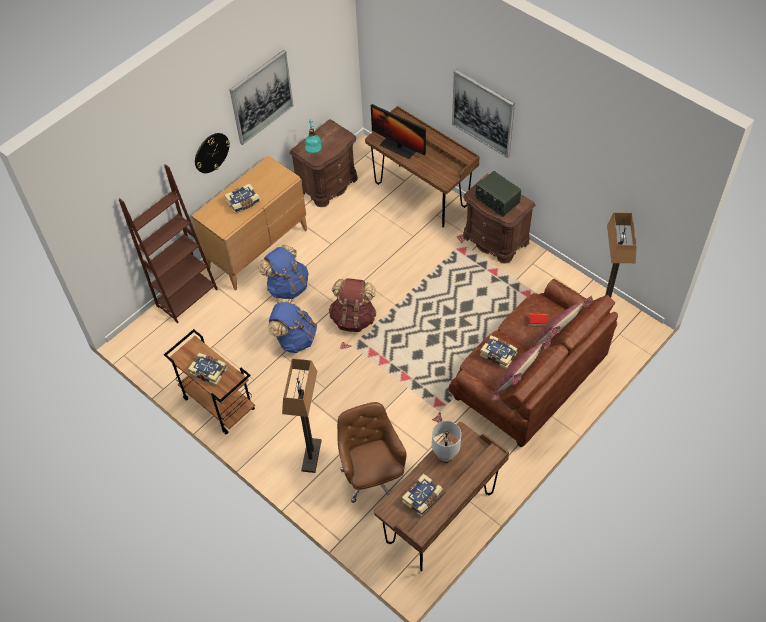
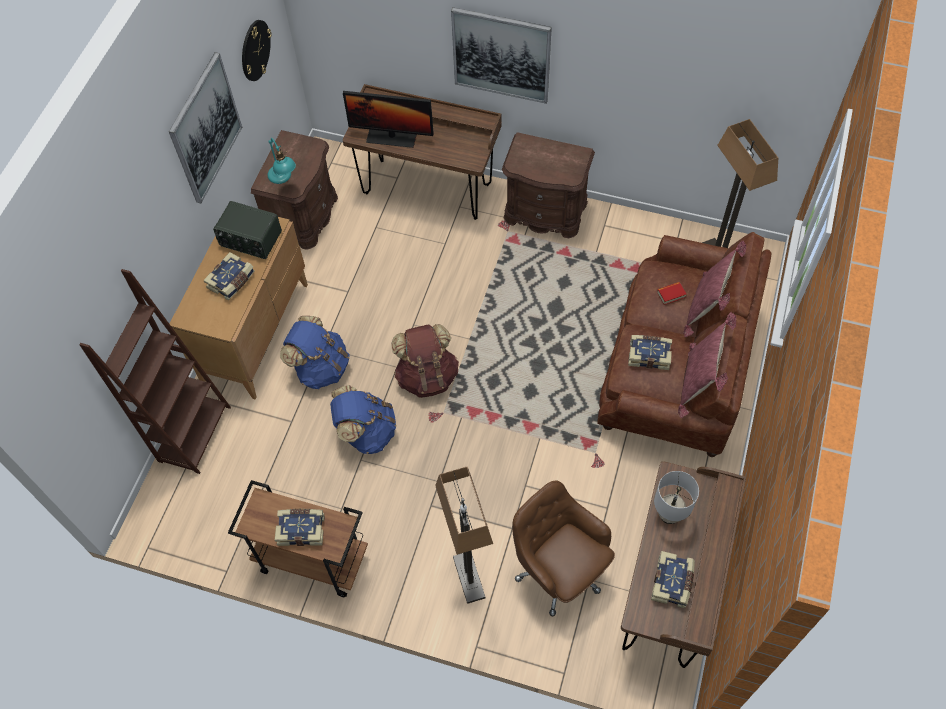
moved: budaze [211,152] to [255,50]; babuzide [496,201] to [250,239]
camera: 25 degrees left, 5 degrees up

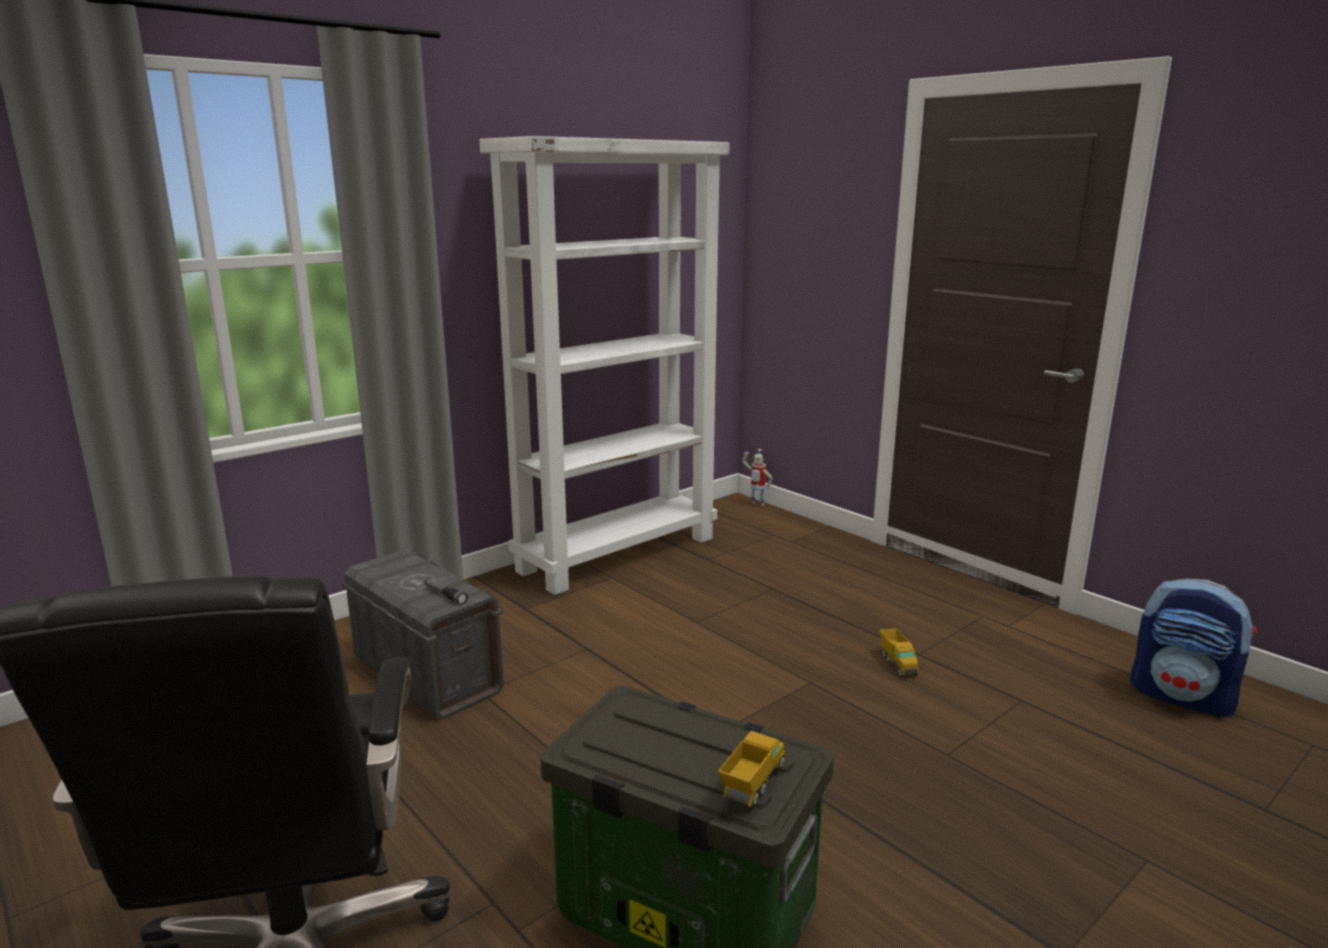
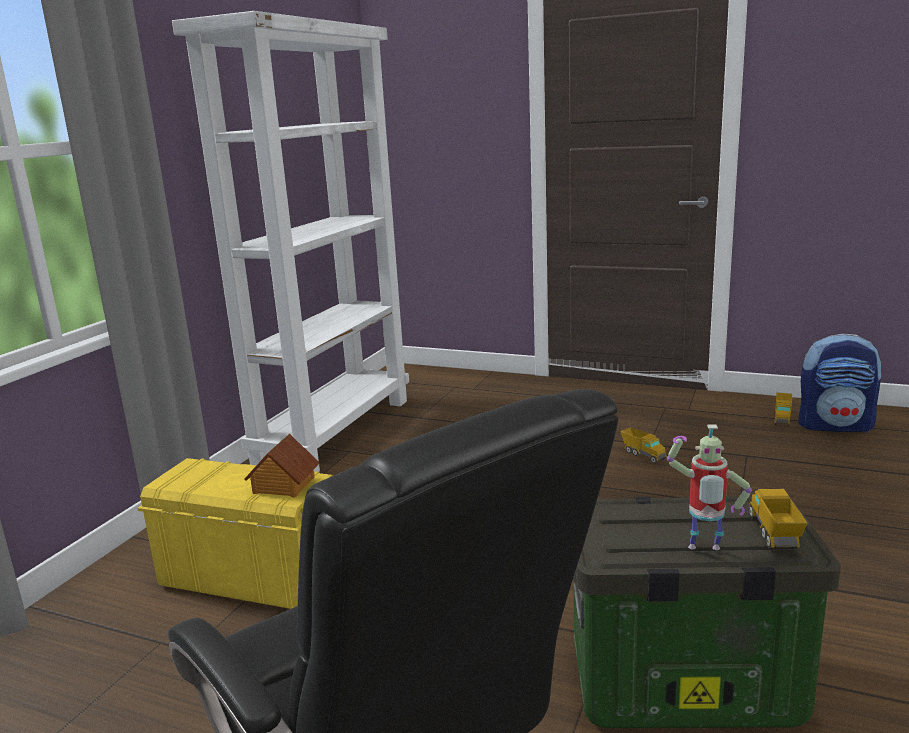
added: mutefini [782,418]
moved: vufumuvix [757,504] to [703,550]
replaced: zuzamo [445,595] to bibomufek [283,485]
recoloured: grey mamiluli [427,674] to yellow mamiluli [252,579]
camera: 25 degrees left, 0 degrees up

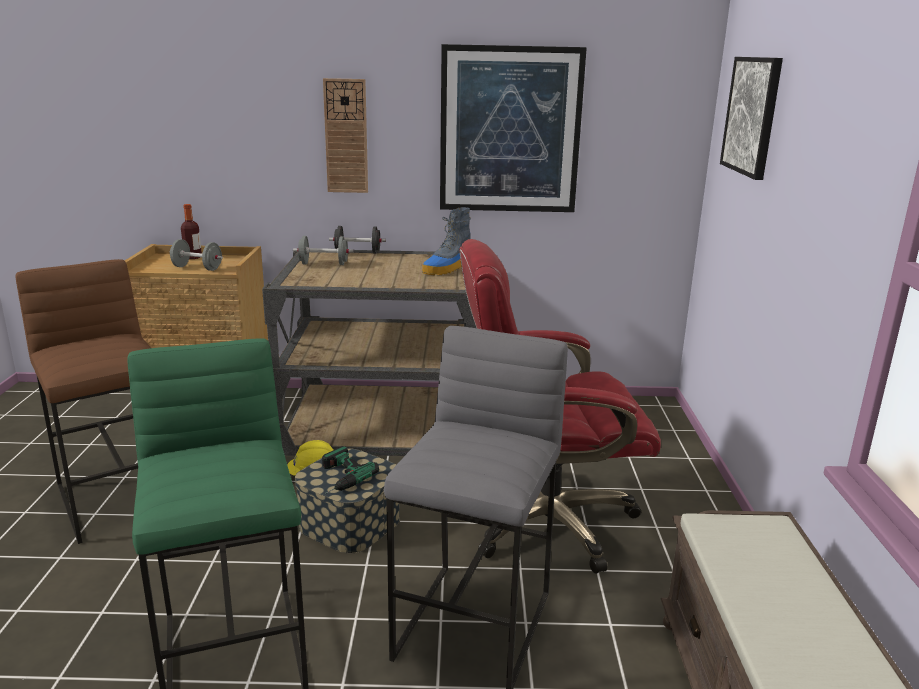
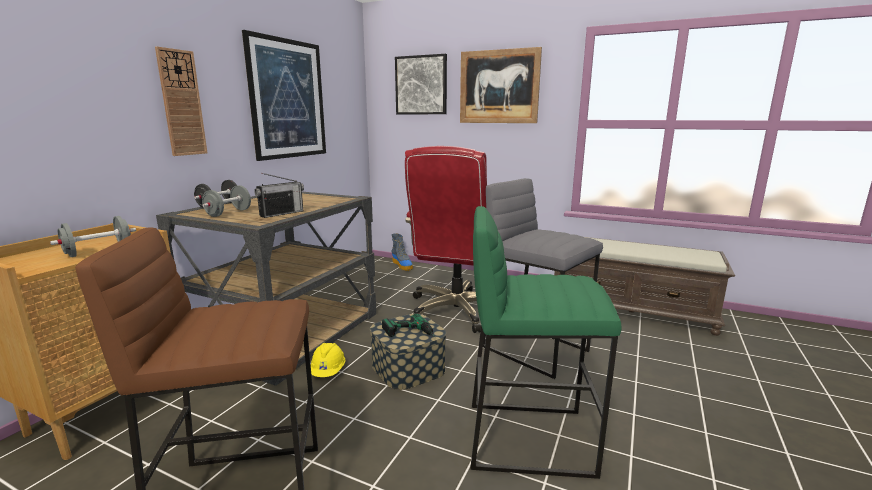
removed: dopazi [193,257]
added: babuzide [281,213]; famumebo [499,87]
moved: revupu [448,268] to [402,265]
camera: 65 degrees left, 5 degrees down

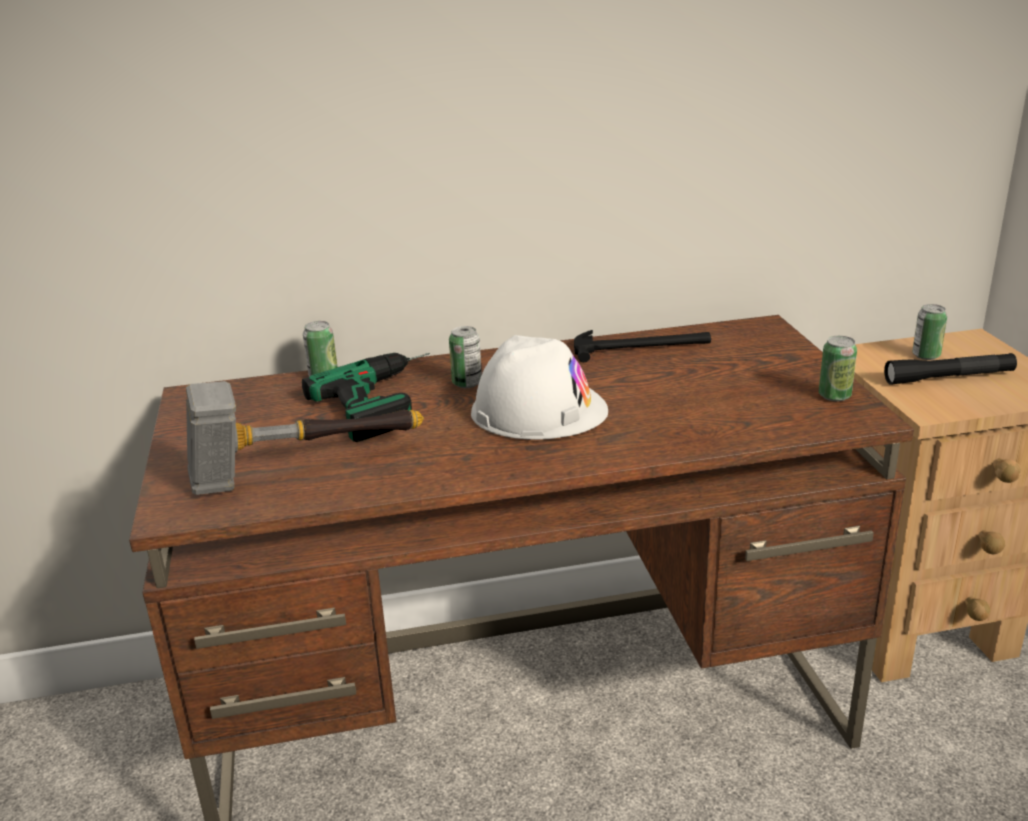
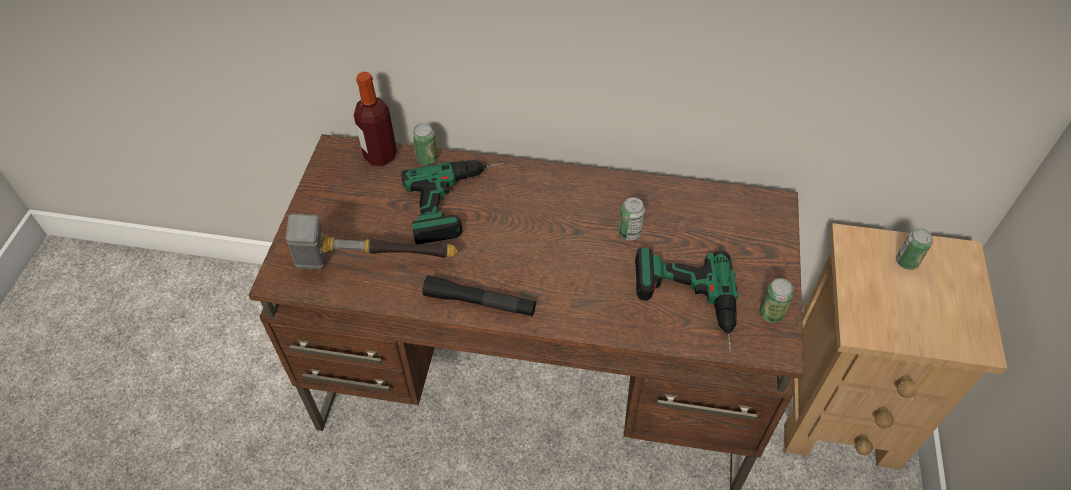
removed: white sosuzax [538,410]; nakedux [641,347]
added: dopazi [380,156]; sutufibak [686,306]
moved: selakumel [467,383] to [629,233]; black zuzamo [949,378] to [479,302]
camera: 20 degrees right, 25 degrees up

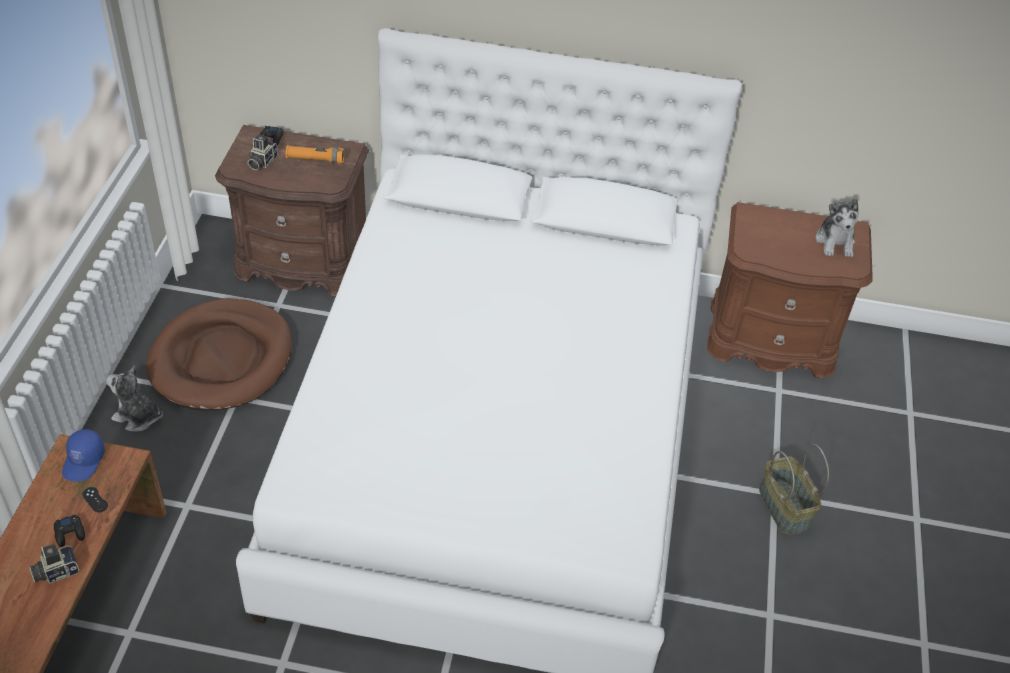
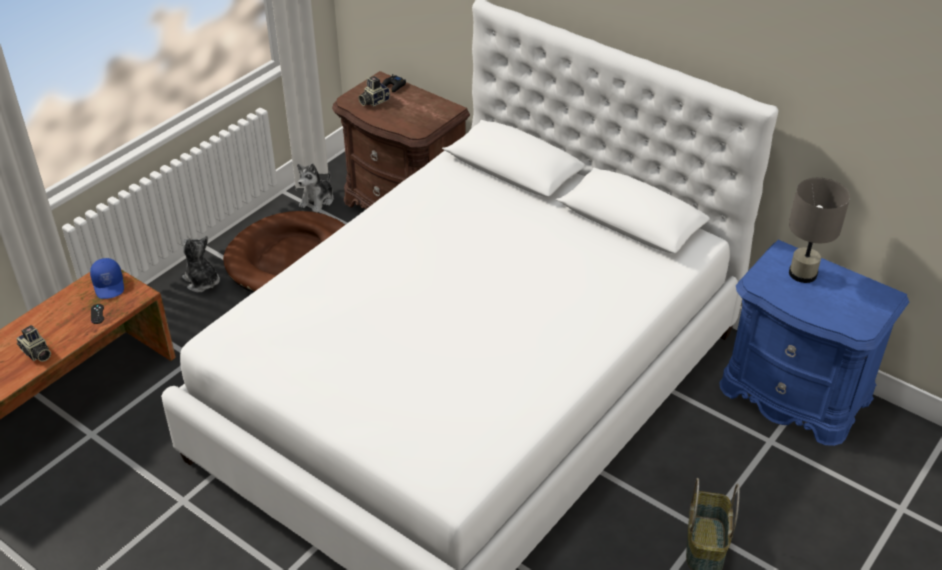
removed: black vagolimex [70,533]; orange zuzamo [315,160]
added: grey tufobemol [803,273]
moved: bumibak [835,242] to [317,200]
recoloured: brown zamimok [772,342] to blue zamimok [792,396]
turned: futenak [56,571] = [36,353] 135 degrees counterclockwise; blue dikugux [84,461] = [109,285] 60 degrees counterclockwise
camera: 30 degrees right, 5 degrees down

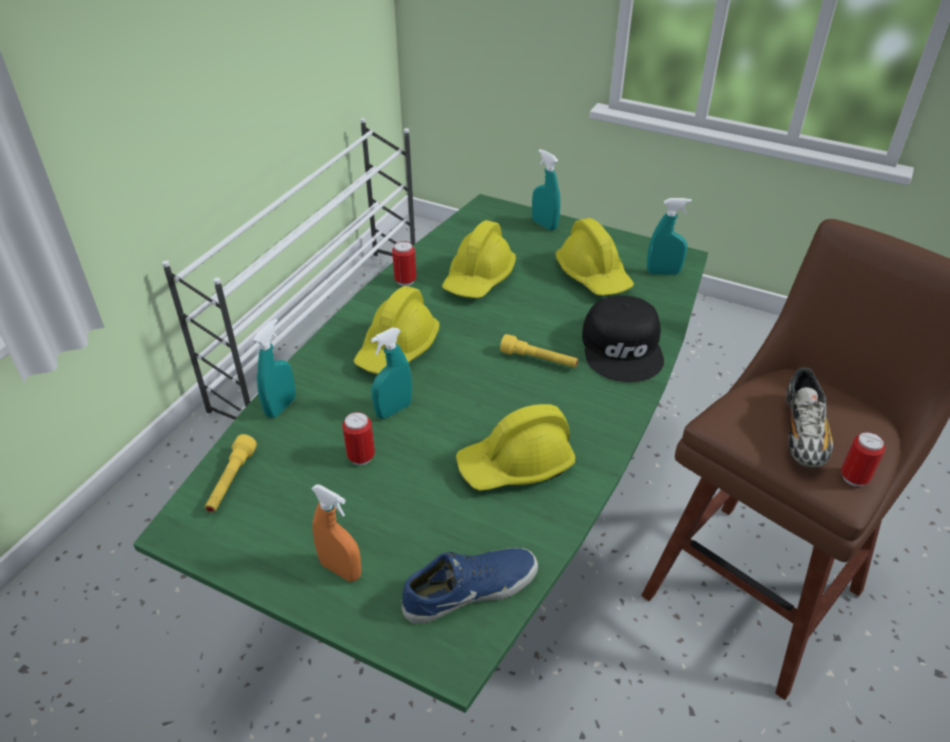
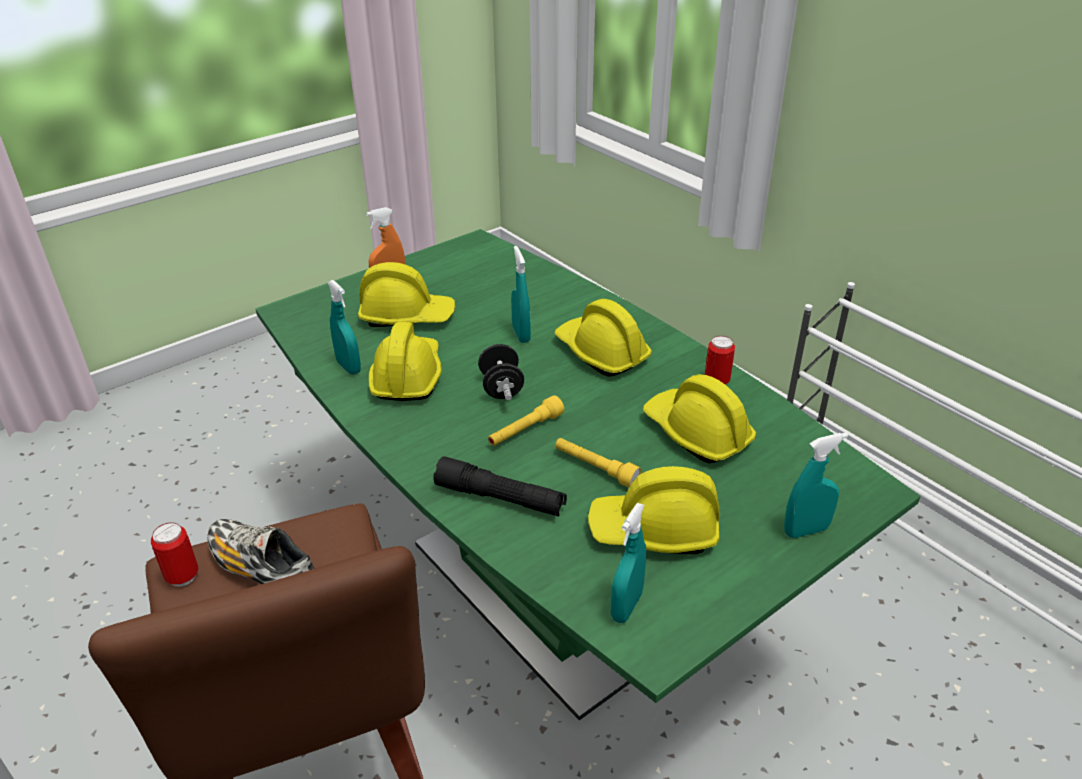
removed: selakumel [361,457]; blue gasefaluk [469,588]
added: yellow sosuzax [407,316]; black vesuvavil [501,388]
moved: yellow zuzamo [231,481] to [595,468]; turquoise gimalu [281,407] to [348,367]
replaced: black dikugux [623,348] to black zuzamo [500,498]
camera: 115 degrees right, 5 degrees down

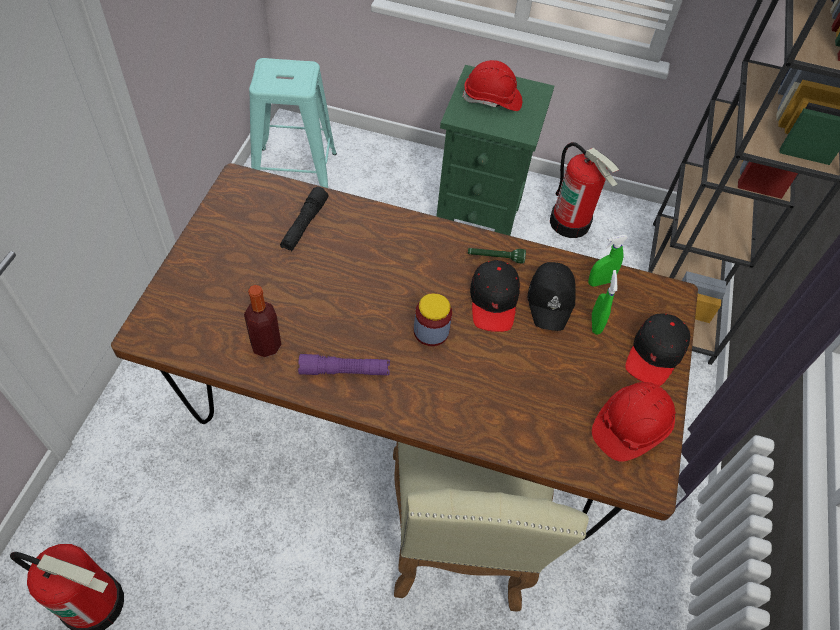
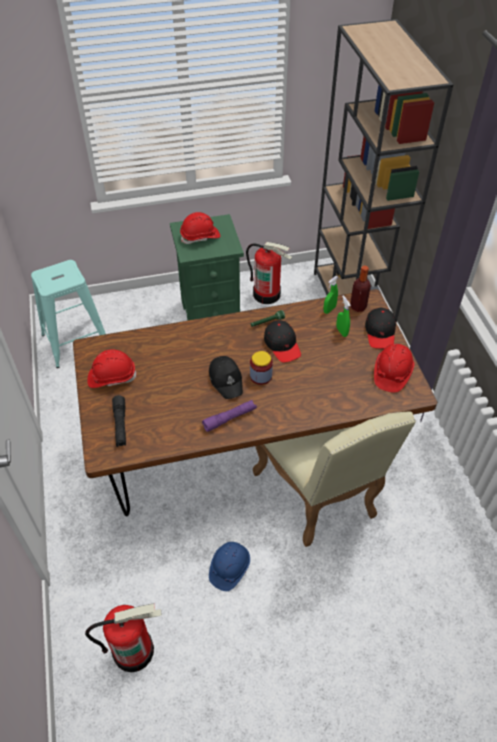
added: red sosuzax [112,377]; blue sosuzax [229,568]
moved: dopazi [266,345] to [358,307]; black zuzamo [304,225] to [120,425]; black dikugux [551,300] to [226,380]
camera: 25 degrees left, 5 degrees down

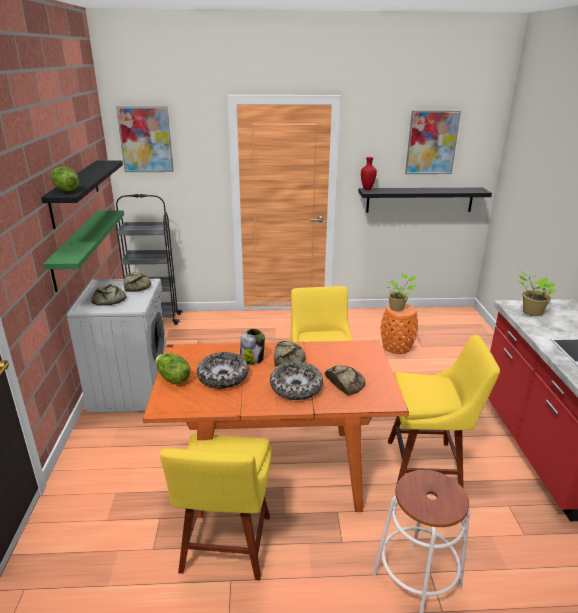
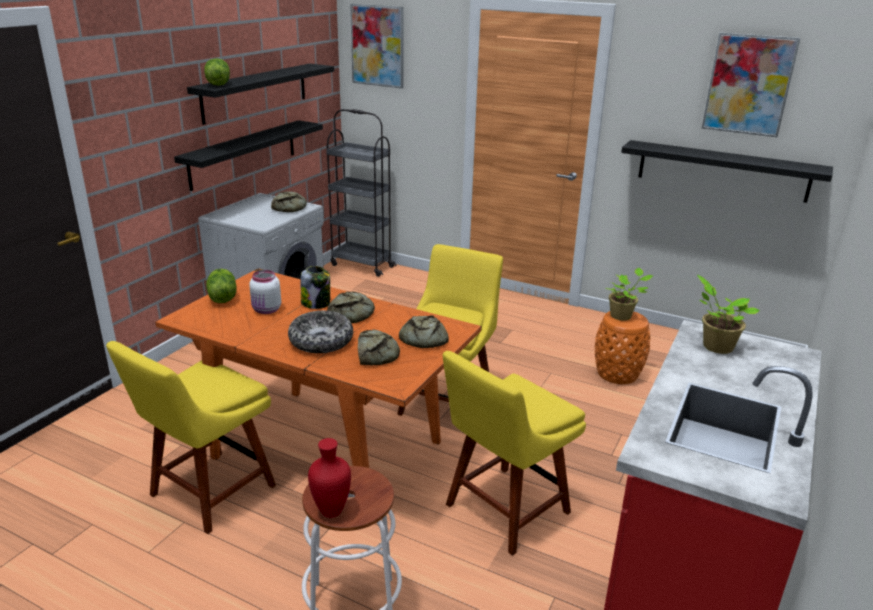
moved: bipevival [108,300] to [422,339]; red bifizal [367,189] to [331,512]
replaced: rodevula [223,377] to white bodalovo [266,310]
recoloured: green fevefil [77,248] to black fevefil [244,154]
turned: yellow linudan [428,464] = [503,511] 105 degrees clockwise
camera: 30 degrees right, 0 degrees up

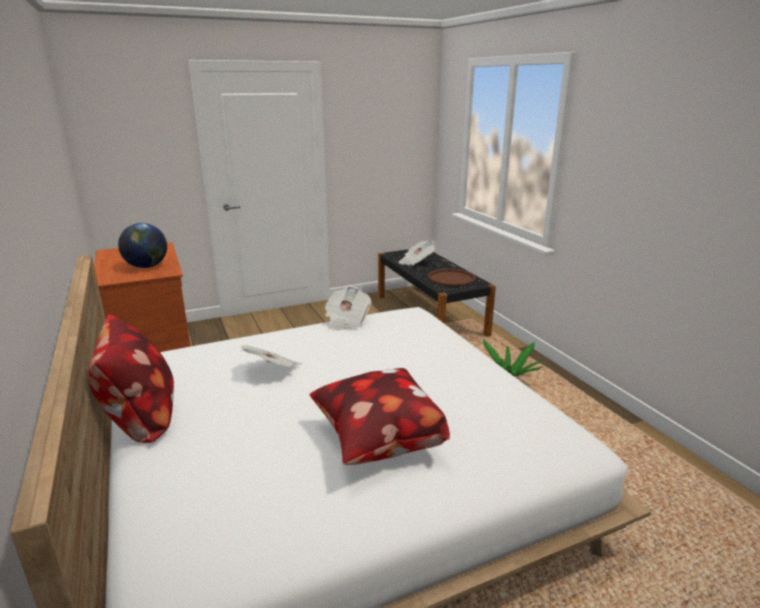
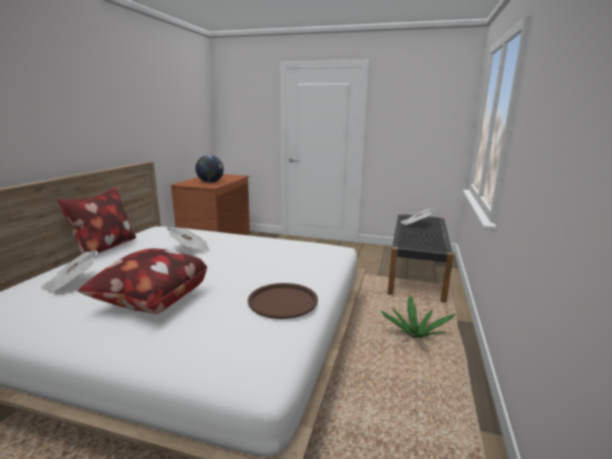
moved: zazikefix [346,321] to [72,284]; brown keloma [451,278] to [283,301]
camera: 40 degrees right, 5 degrees down

